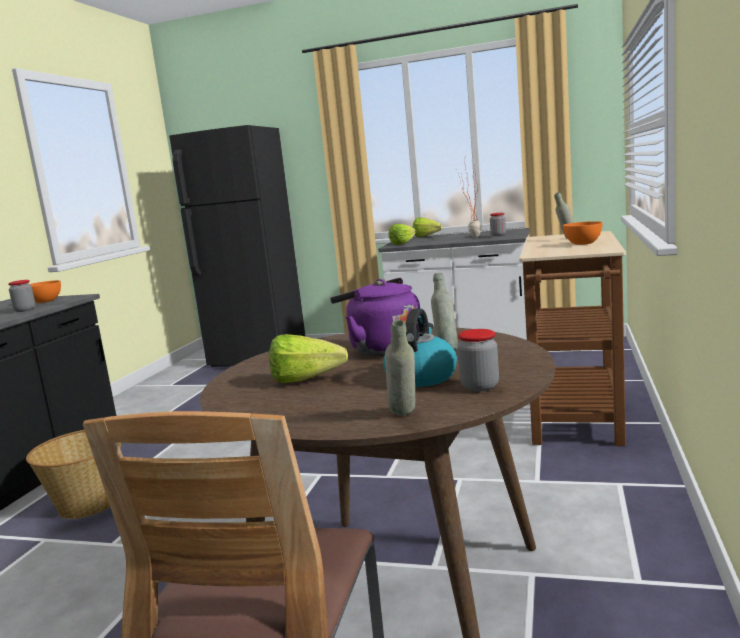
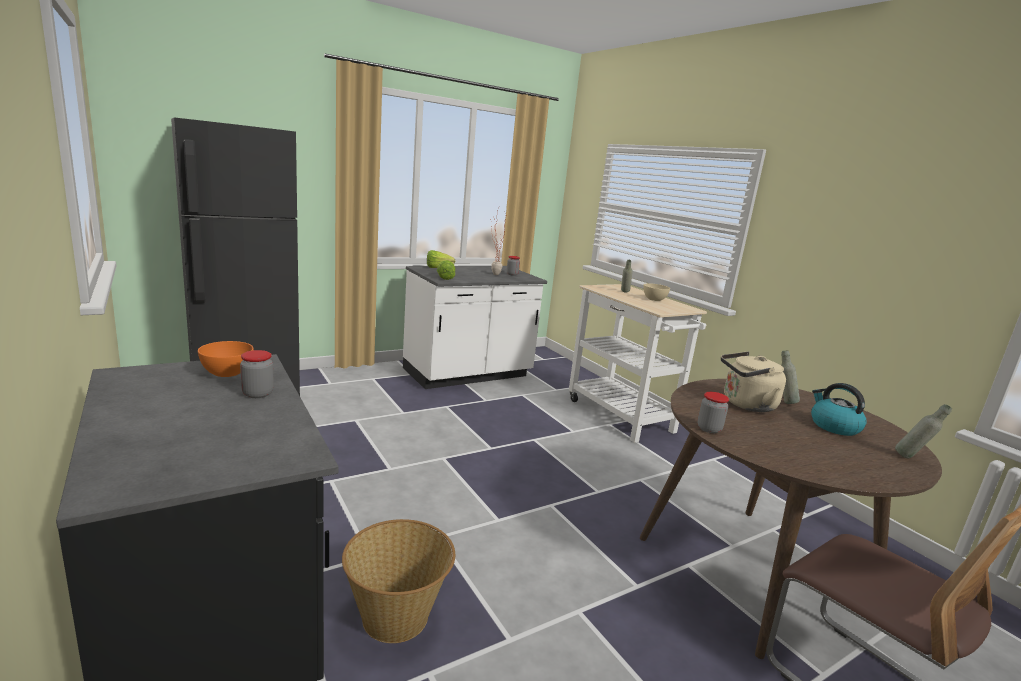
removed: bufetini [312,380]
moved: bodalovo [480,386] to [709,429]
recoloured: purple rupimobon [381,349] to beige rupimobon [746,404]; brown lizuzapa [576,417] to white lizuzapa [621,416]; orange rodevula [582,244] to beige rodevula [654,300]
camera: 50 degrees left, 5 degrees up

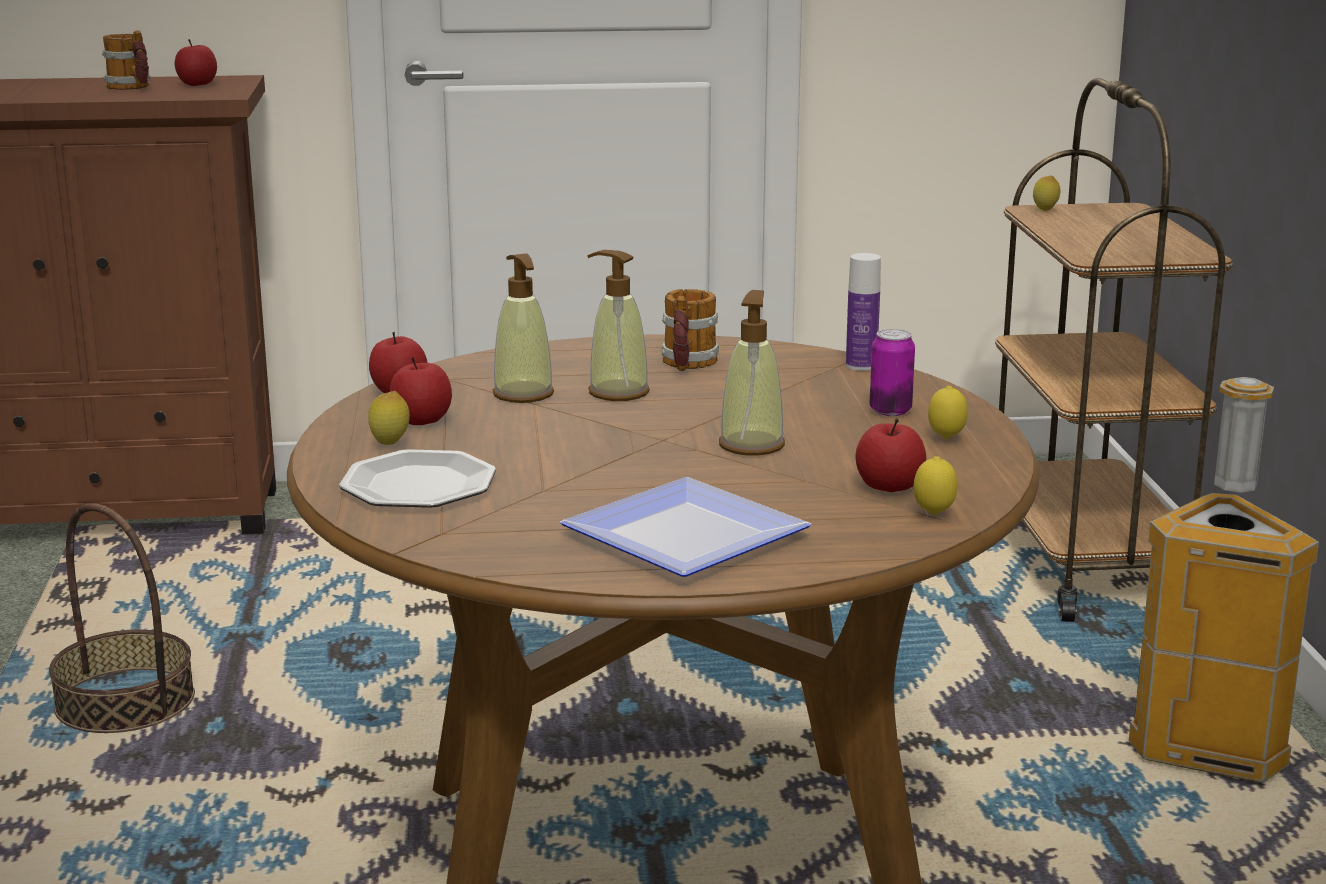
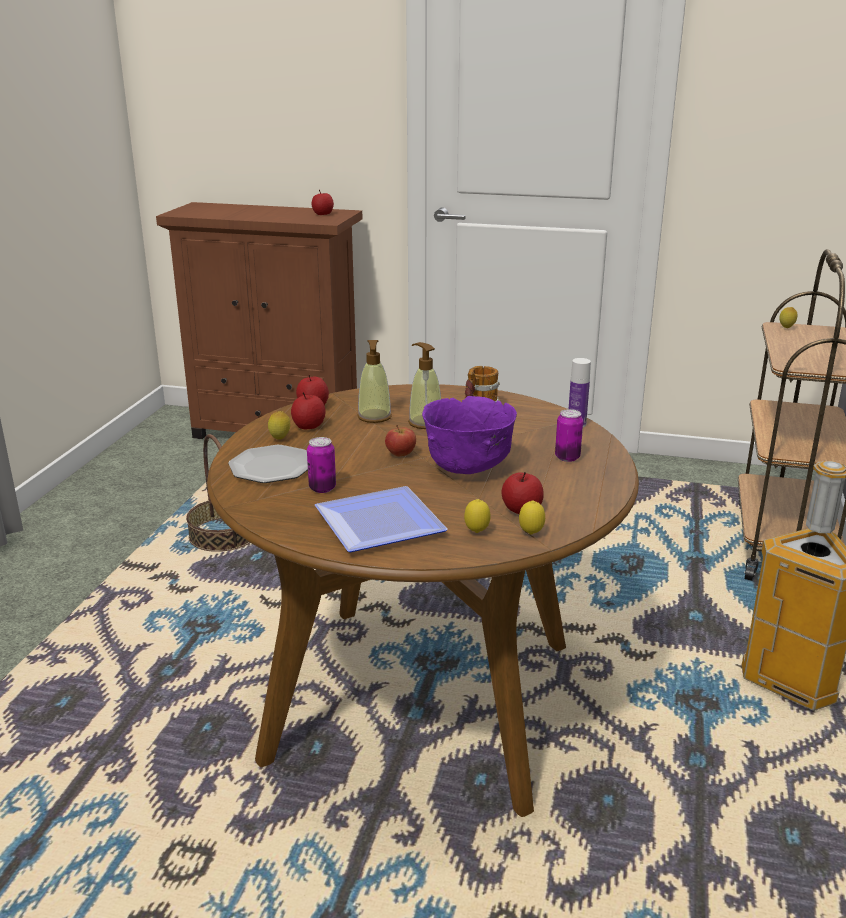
removed: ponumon [132,87]
added: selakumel [322,488]; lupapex [400,454]
moved: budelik [946,439] to [476,532]
replaced: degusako [751,445] to purple rodevula [468,469]
camera: 20 degrees right, 5 degrees up

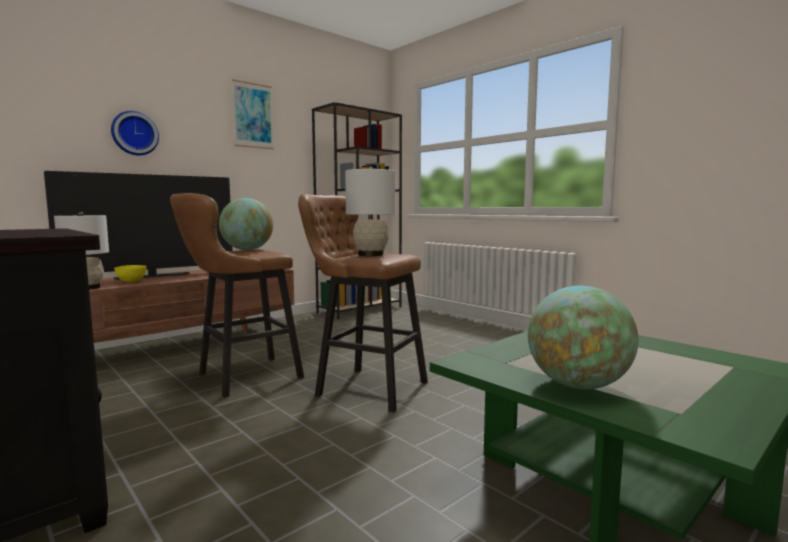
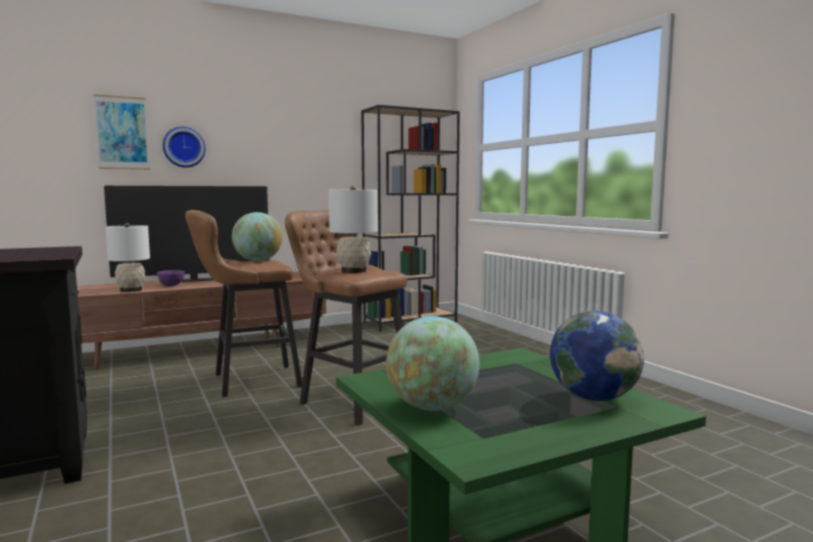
added: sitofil [593,398]
moved: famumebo [253,115] to [122,133]
recoloured: yellow rodevula [132,281] to purple rodevula [172,285]
camera: 15 degrees right, 0 degrees up

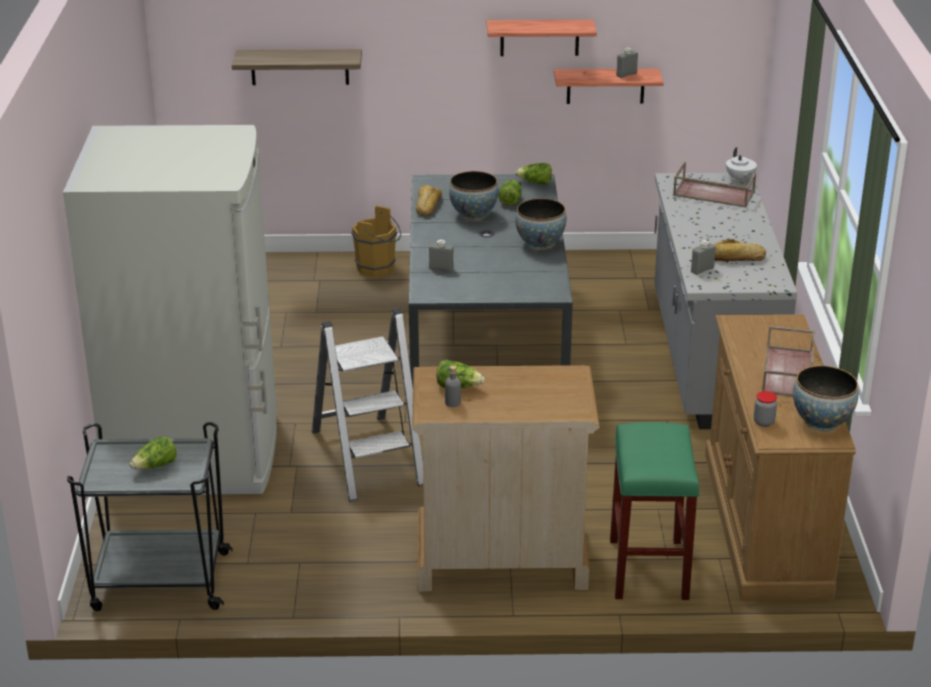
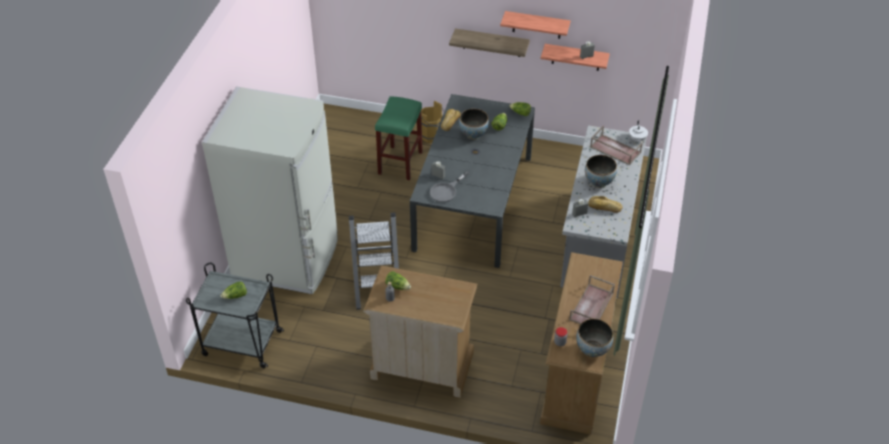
added: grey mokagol [446,191]
moved: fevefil [299,67] to [491,43]; rodevula [540,243] to [599,182]; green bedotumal [647,568] to [400,162]
camera: 15 degrees right, 15 degrees up

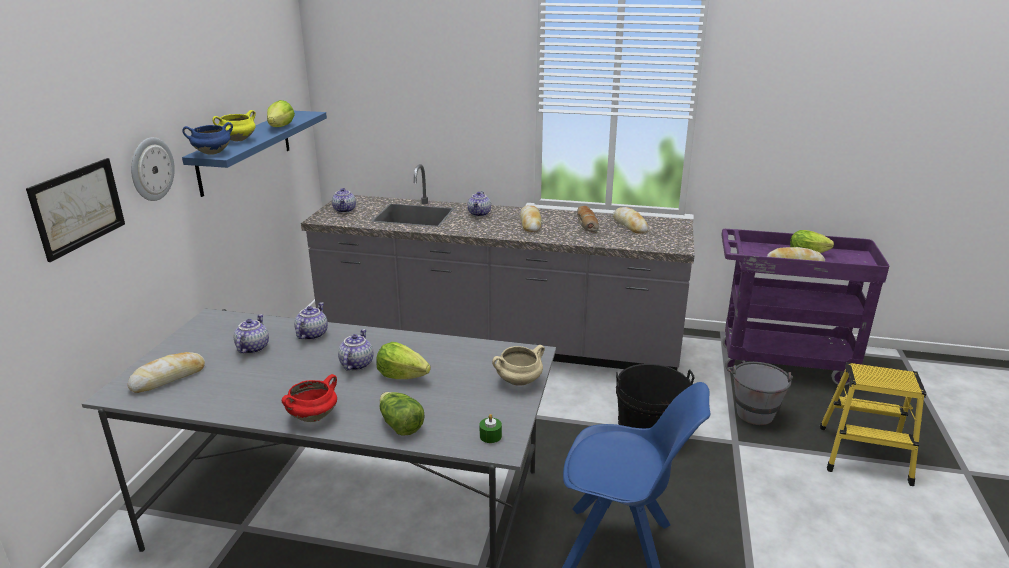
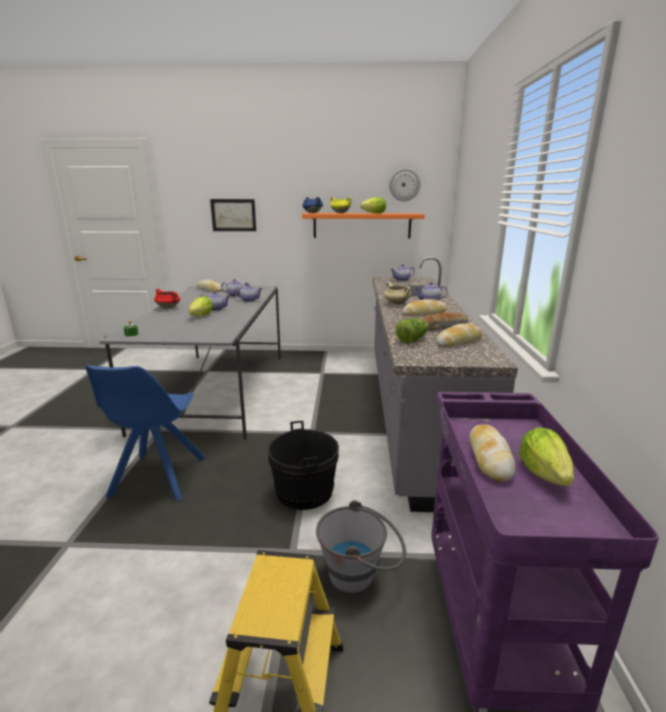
moved: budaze [151,169] to [404,184]; bufetini [400,425] to [412,340]; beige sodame [518,382] to [396,304]
recoloured: blue fevefil [245,151] to orange fevefil [362,225]
camera: 80 degrees right, 5 degrees down

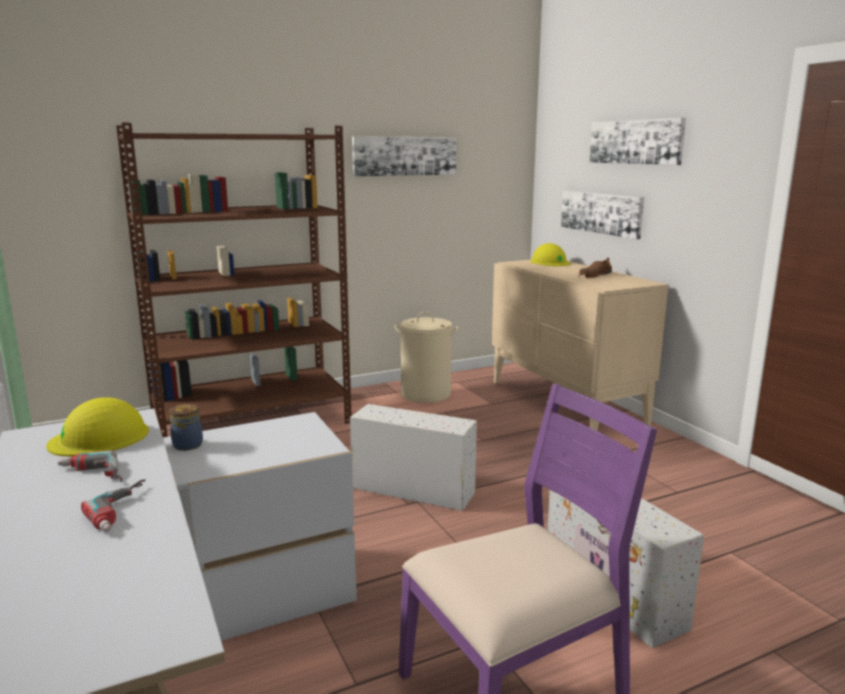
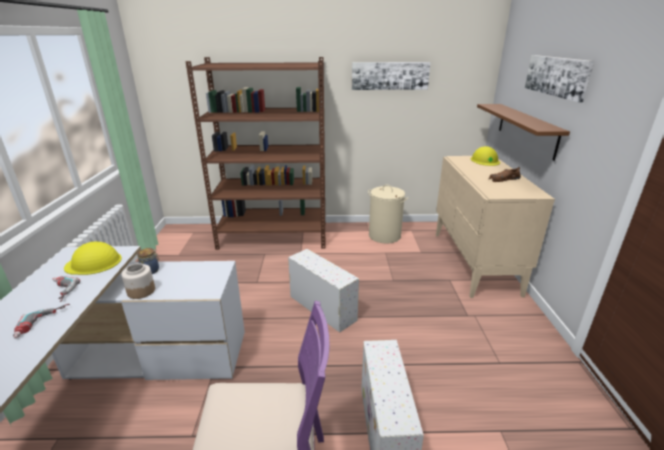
added: bodalovo [141,291]
replaced: famumebo [601,213] to brown fevefil [526,129]
camera: 25 degrees right, 10 degrees up

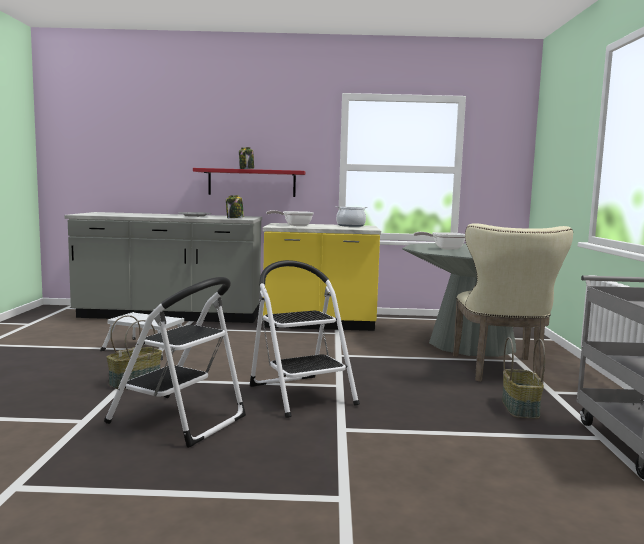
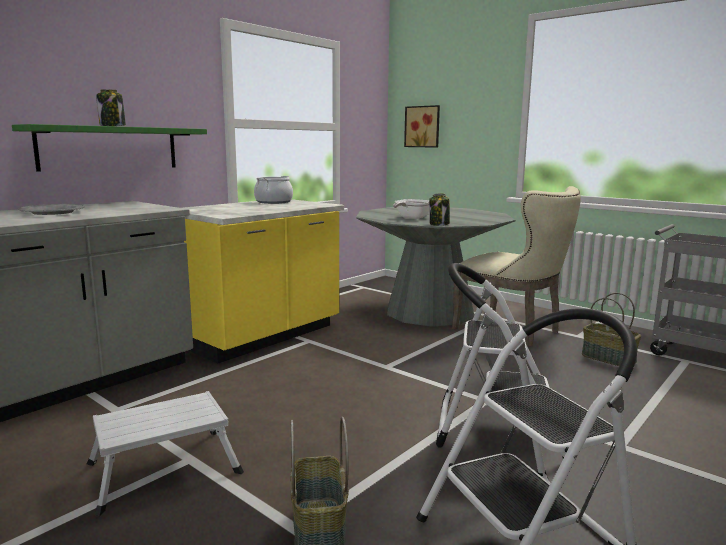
removed: mokagol [294,225]
added: famumebo [423,126]
moved: bodalovo [235,218] to [439,224]
recoloured: red fevefil [252,183] to green fevefil [110,148]
camera: 50 degrees left, 5 degrees up

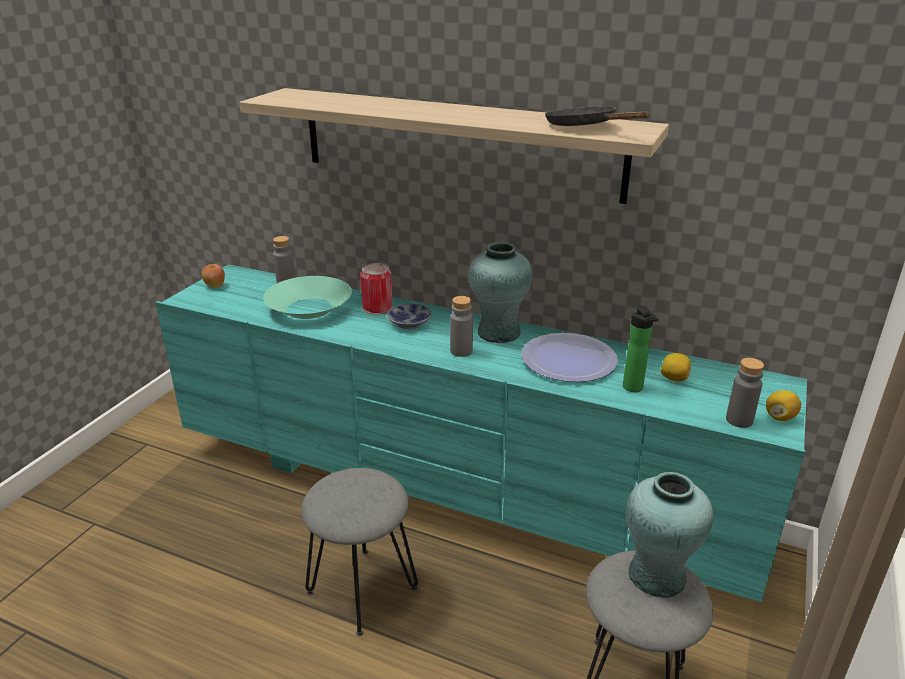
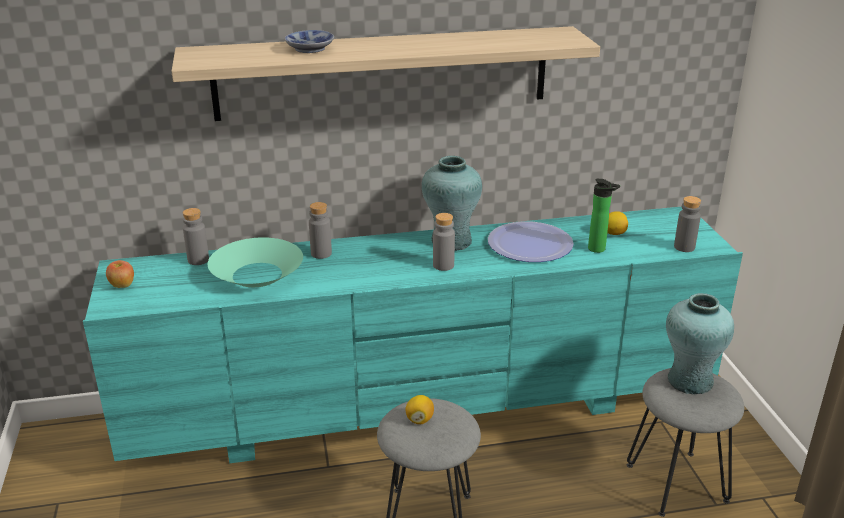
removed: black mokagol [585,127]
moved: rodevula [410,322] to [310,48]; budelik [780,417] to [419,419]
replaced: selakumel [377,308] to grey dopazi [321,253]
camera: 35 degrees left, 0 degrees up

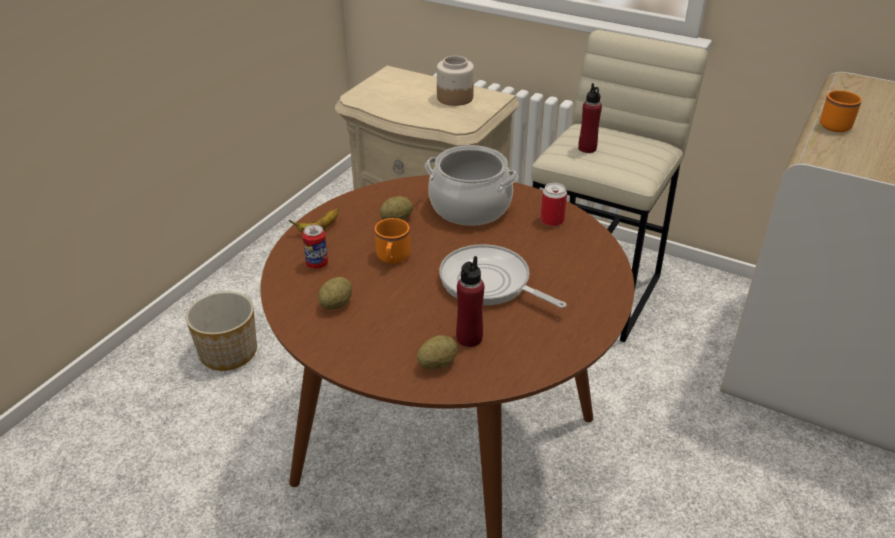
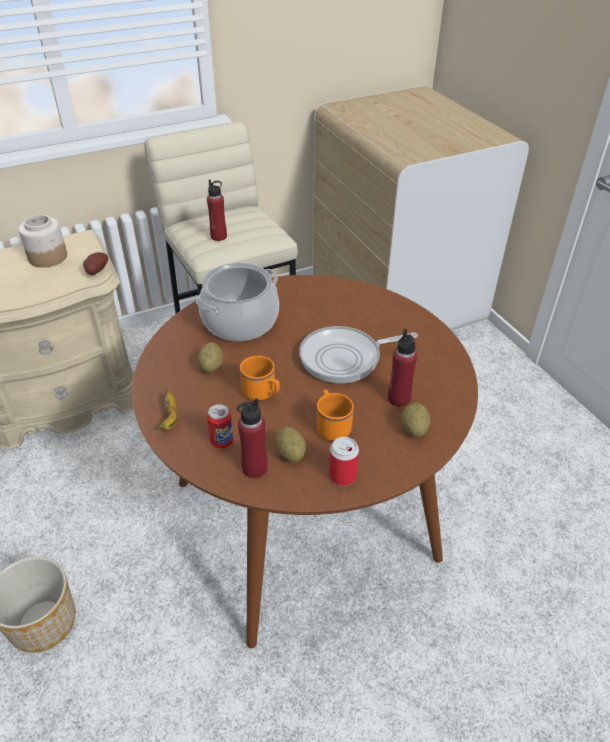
added: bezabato [96,271]; red dopazi [254,468]
moved: selakumel [552,221] to [342,475]; orange ponumon [836,124] to [332,426]
camera: 55 degrees left, 5 degrees up

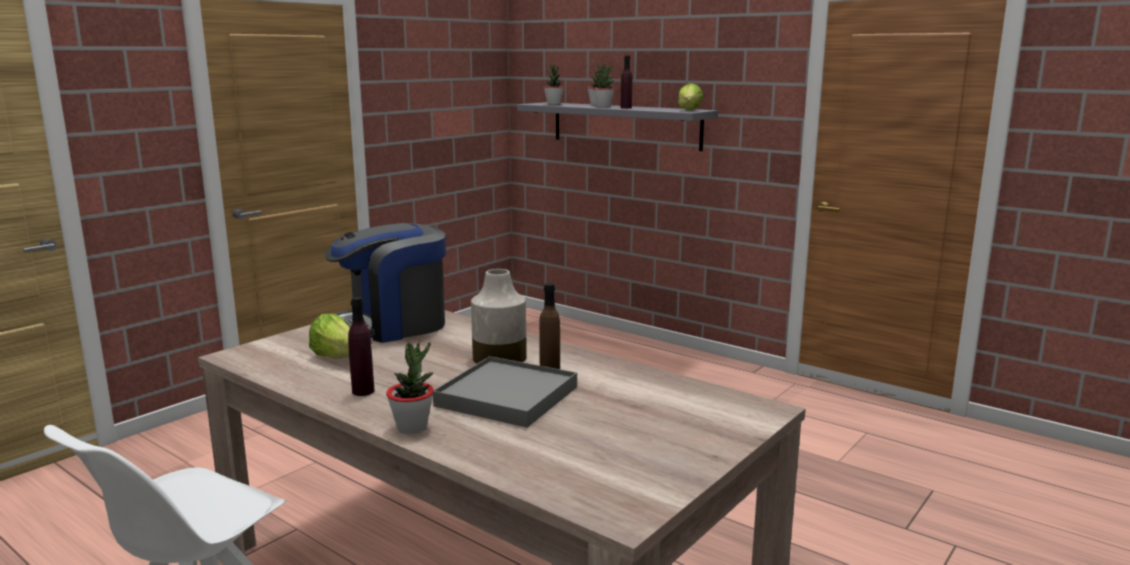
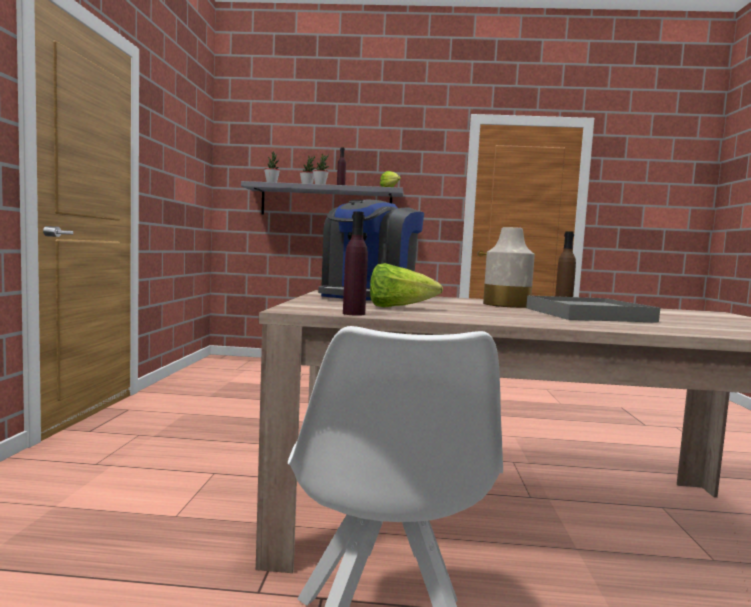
removed: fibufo [412,427]
moved: purple dopazi [363,391] to [353,314]
camera: 35 degrees left, 10 degrees down

